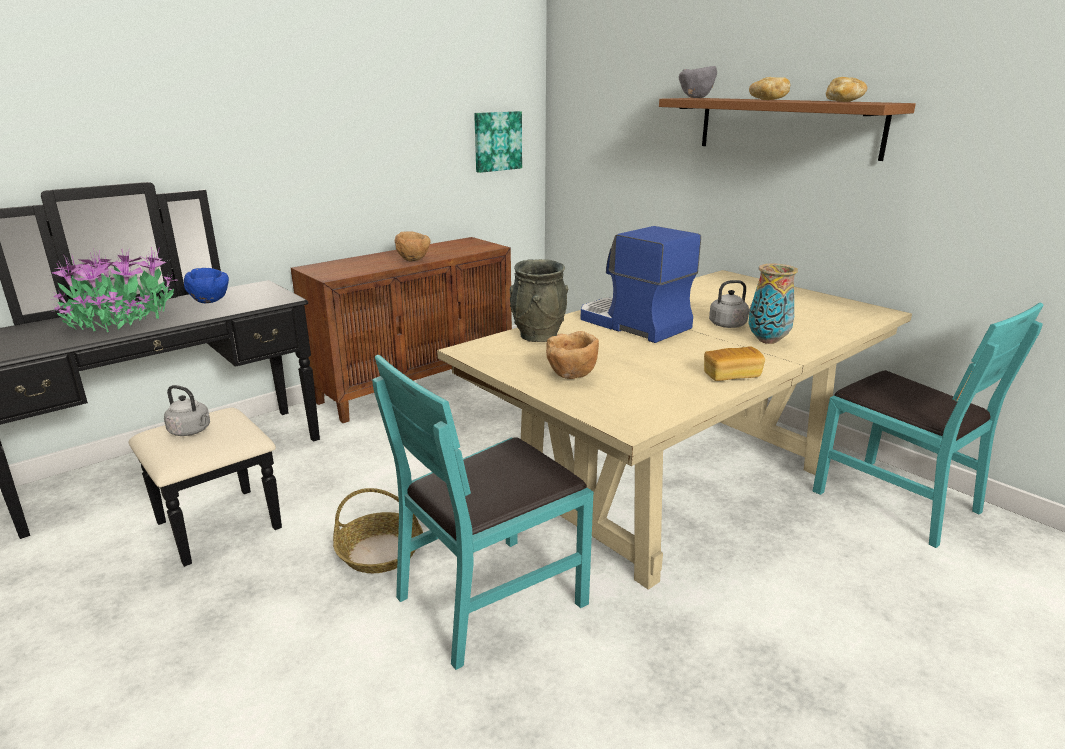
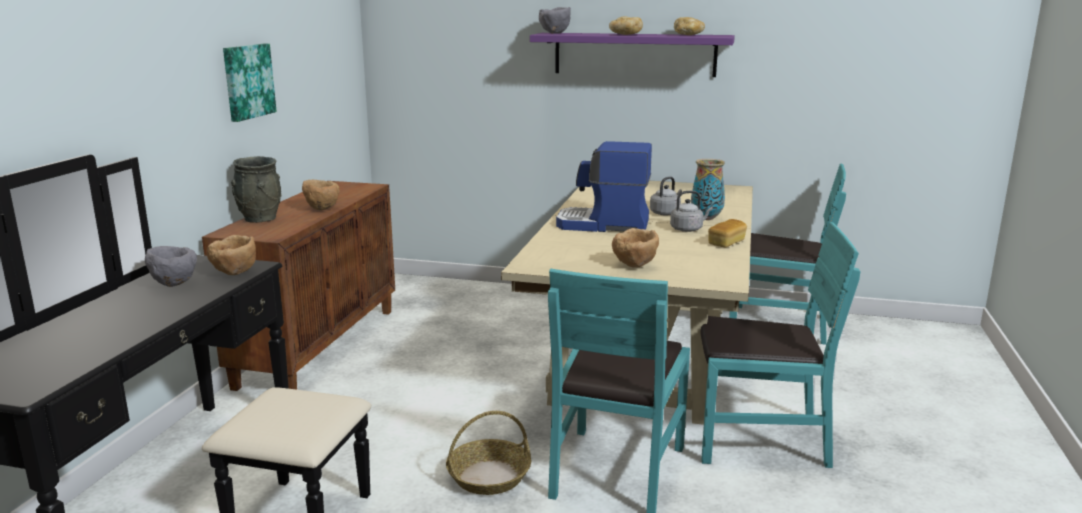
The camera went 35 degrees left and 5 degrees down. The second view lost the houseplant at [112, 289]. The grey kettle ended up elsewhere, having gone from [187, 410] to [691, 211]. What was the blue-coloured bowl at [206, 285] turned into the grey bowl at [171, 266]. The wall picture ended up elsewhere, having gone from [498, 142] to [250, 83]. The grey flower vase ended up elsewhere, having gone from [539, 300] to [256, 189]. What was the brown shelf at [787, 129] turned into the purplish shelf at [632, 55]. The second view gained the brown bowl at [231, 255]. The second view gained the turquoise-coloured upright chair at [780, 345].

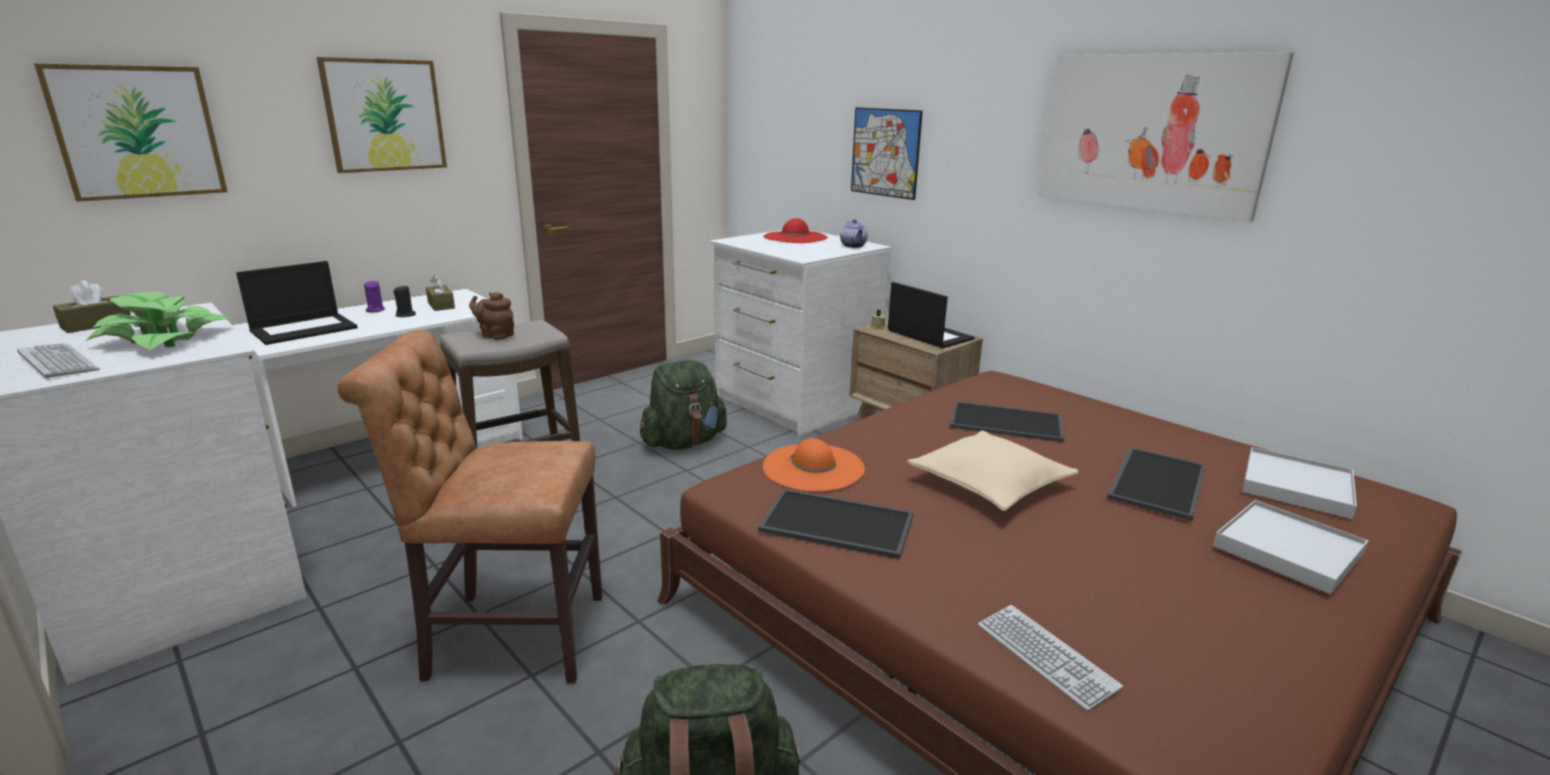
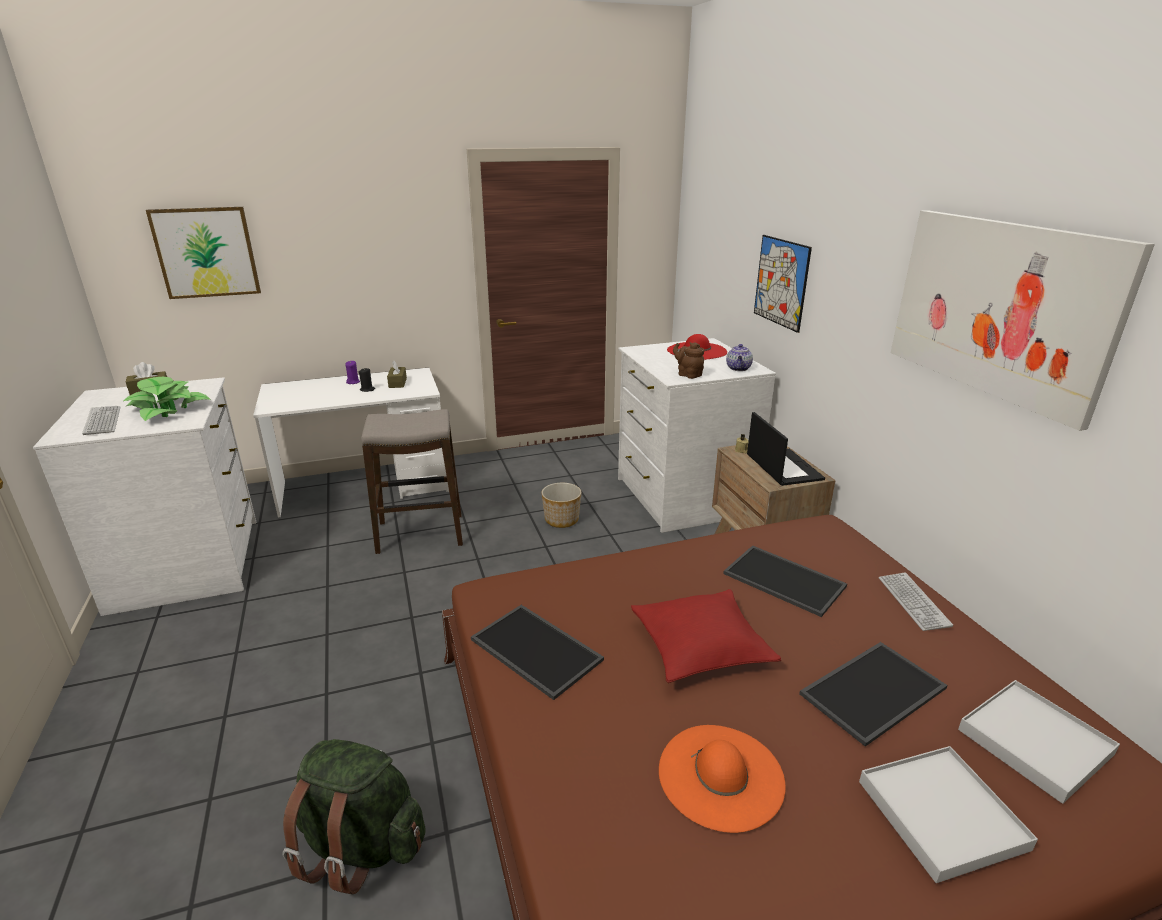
The camera went 25 degrees right and 5 degrees up. The second view lost the notebook computer at [297, 303]. The second view lost the wall picture at [382, 115]. The second view lost the brown upright chair at [470, 506]. The brown pot for tea ended up elsewhere, having gone from [491, 316] to [688, 360]. Where the green knapsack stood at [683, 405], the flower pot came to stand at [561, 505]. The orangey clothing hat ended up elsewhere, having gone from [814, 465] to [722, 779]. What was the beige pillow at [993, 470] turned into the red pillow at [706, 636]. The PC keyboard ended up elsewhere, having gone from [1050, 658] to [916, 602].

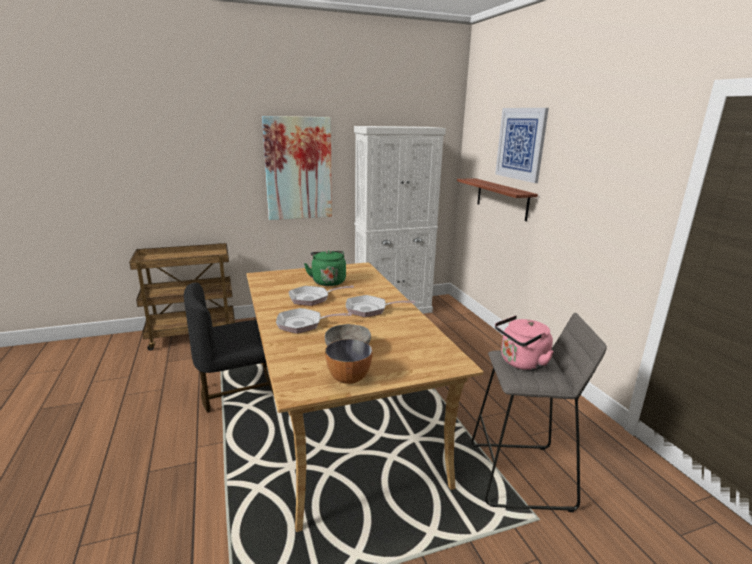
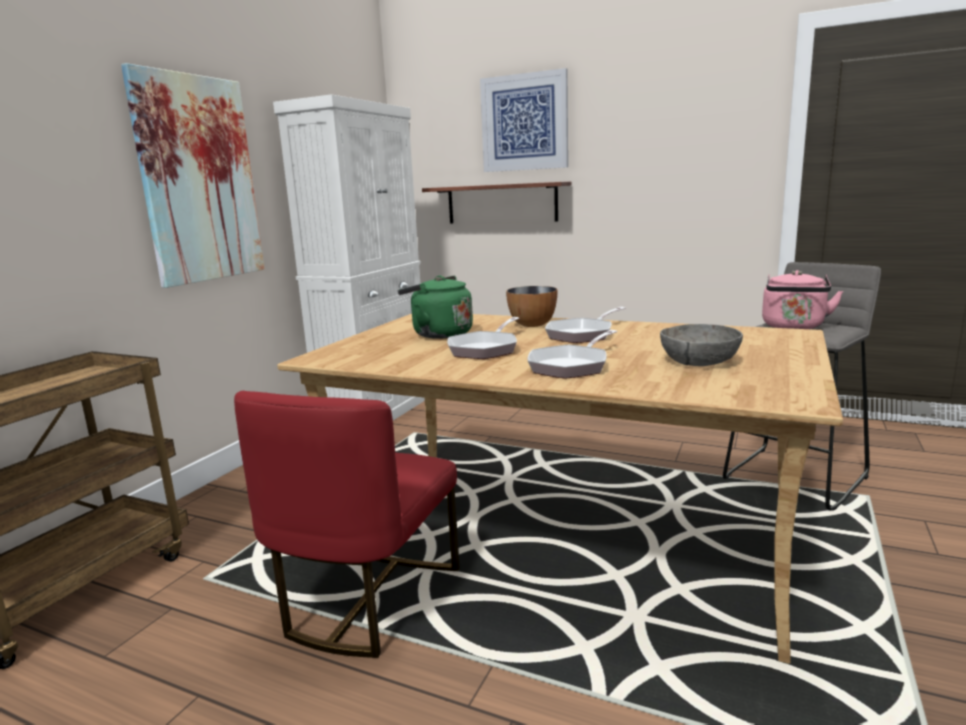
The camera went 45 degrees left and 5 degrees down. What was the blackish upright chair at [229, 347] turned into the red upright chair at [346, 524]. The bowl ended up elsewhere, having gone from [349, 361] to [532, 306].

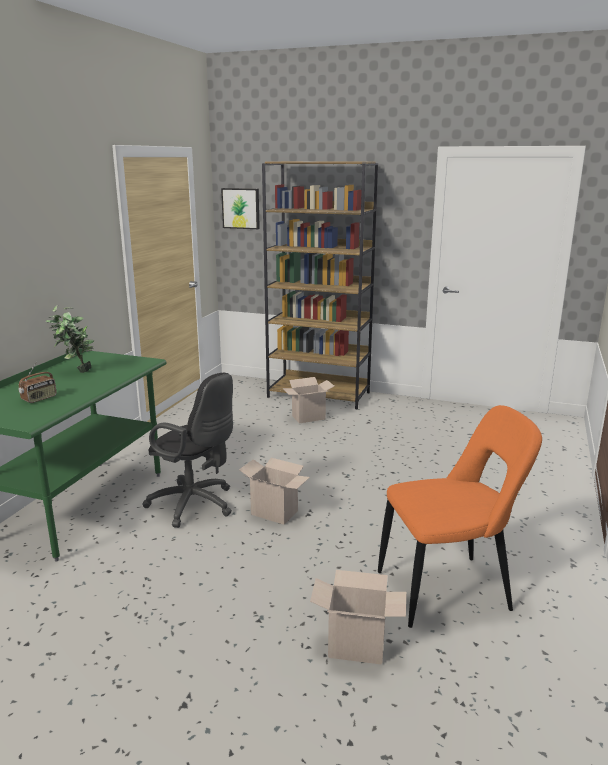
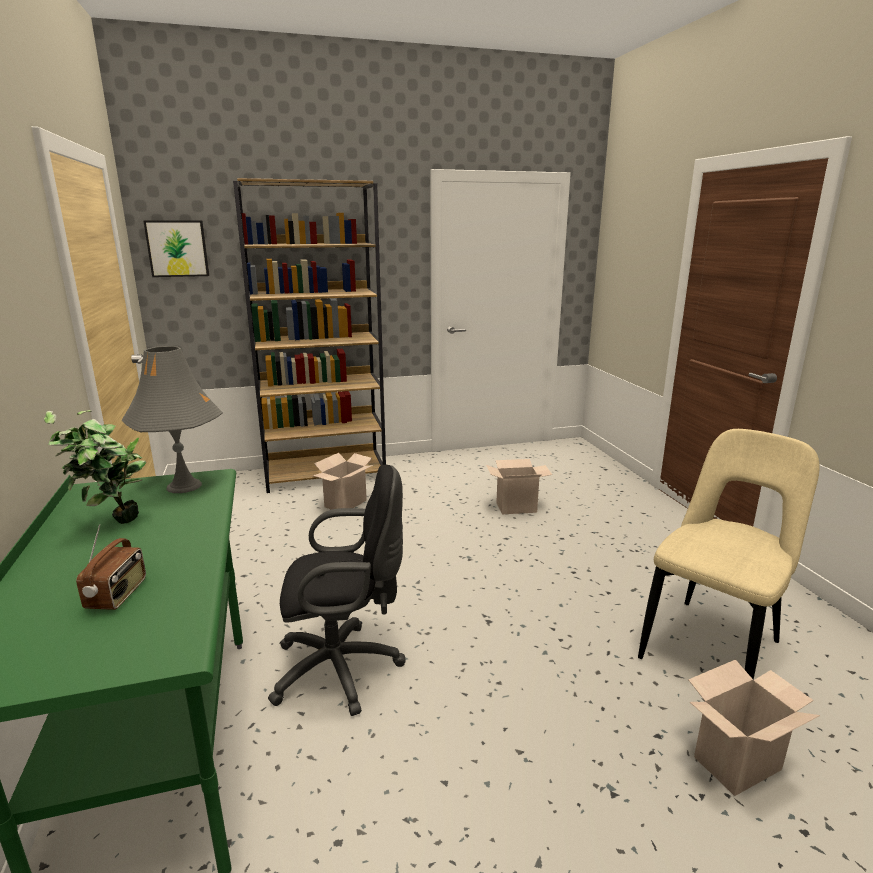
The camera went 35 degrees left and 0 degrees up. The packing box ended up elsewhere, having gone from [274, 491] to [519, 486]. What was the orangey upright chair at [460, 516] turned into the beige upright chair at [728, 554]. The second view gained the grey table lamp at [172, 419].

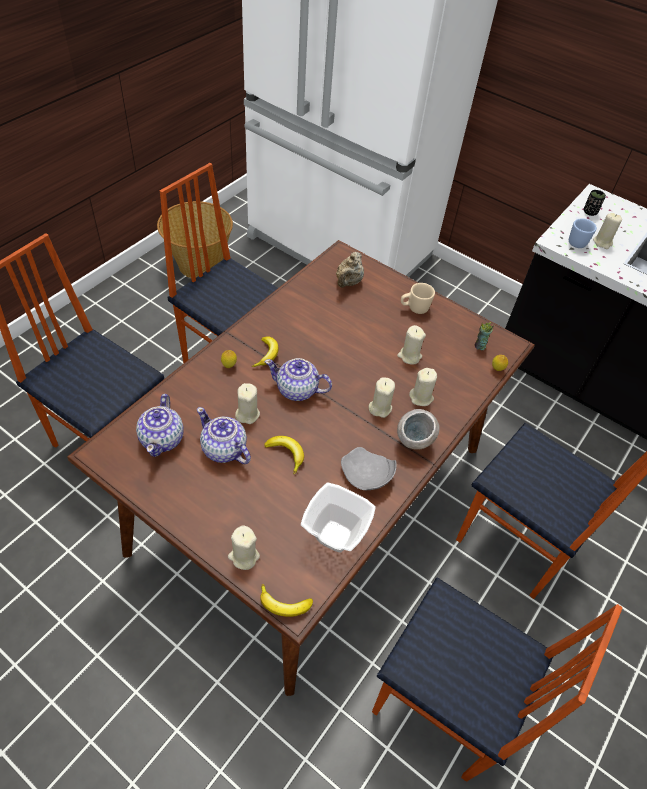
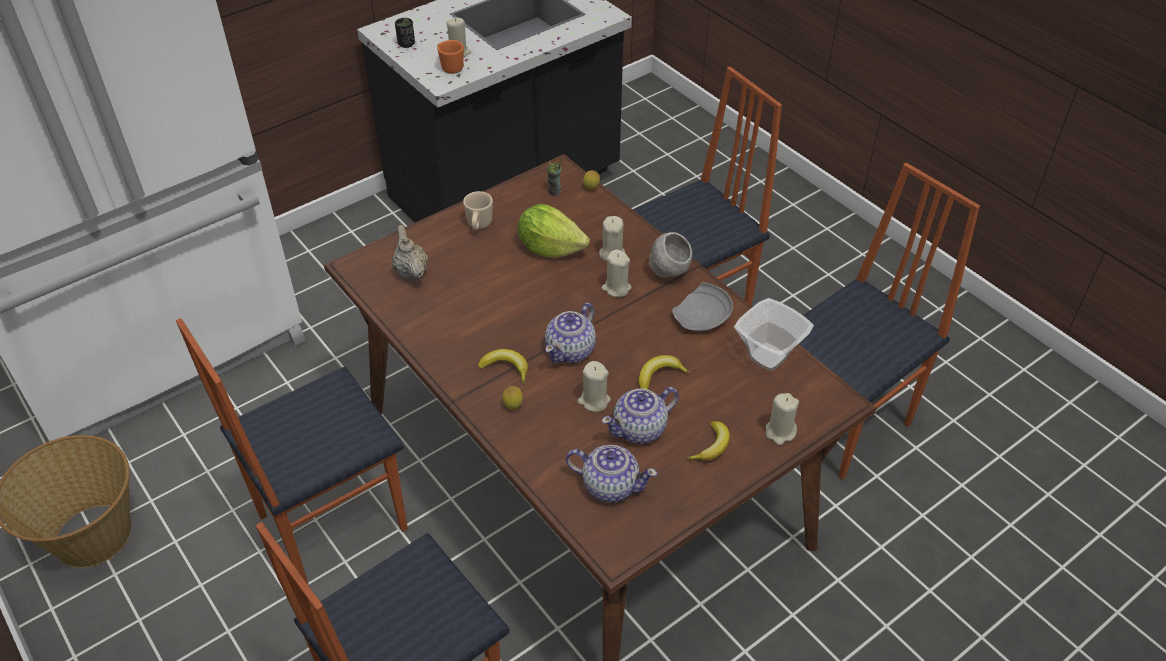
The camera went 70 degrees left and 5 degrees down. The banana fruit ended up elsewhere, having gone from [286, 600] to [708, 441]. The beige pot for tea at [350, 270] ended up facing another way, 150 degrees counterclockwise from before. Where the beige wax candle stood at [411, 345], the head of lettuce came to stand at [554, 231]. What was the blue-coloured mug at [583, 233] turned into the orangey mug at [450, 57].

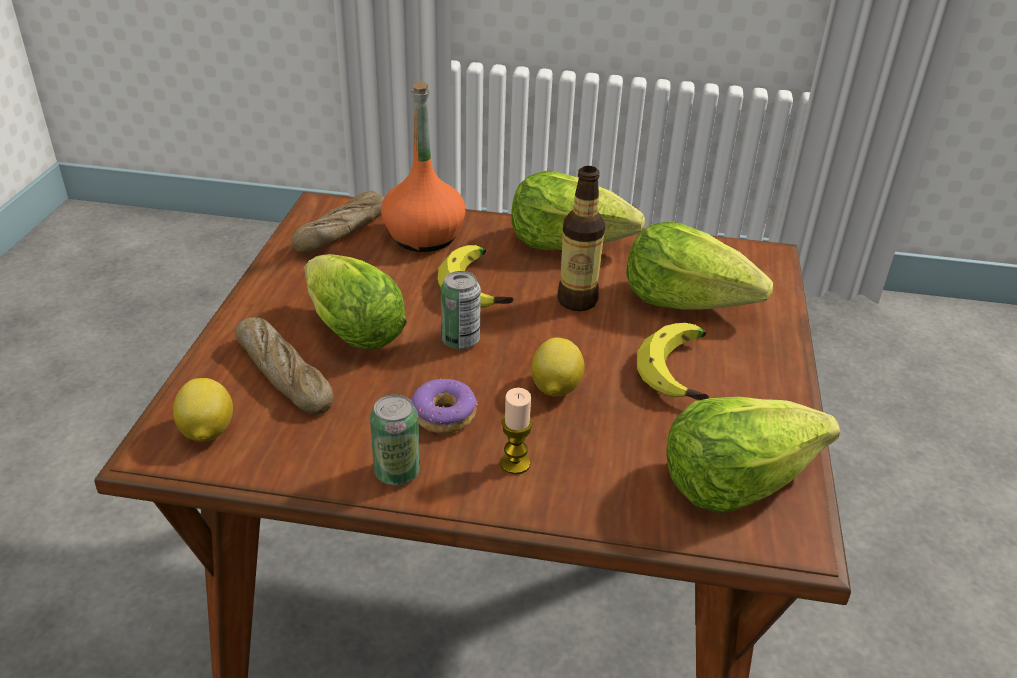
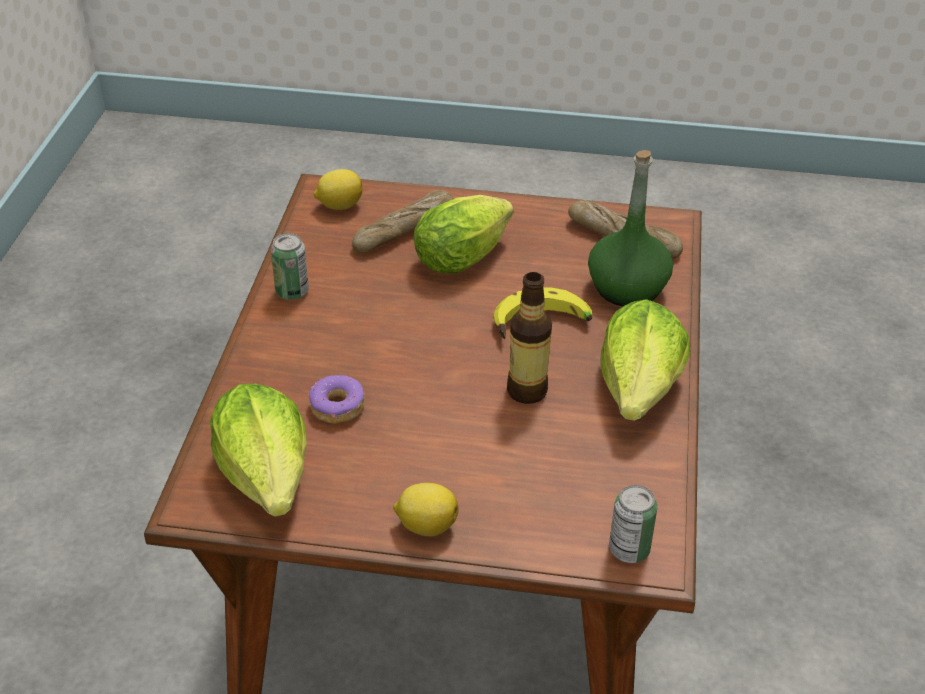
The camera went 90 degrees right and 5 degrees up. What was the orangey drink bottle at [423, 167] turned into the green drink bottle at [630, 228]. The doughnut ended up elsewhere, having gone from [445, 405] to [337, 399]. The sealed can ended up elsewhere, having gone from [461, 310] to [633, 524]. The second view lost the wax candle at [516, 431]. The citrus fruit ended up elsewhere, having gone from [558, 367] to [426, 509]. The second view lost the head of lettuce at [699, 265]. The second view lost the banana fruit at [673, 361].

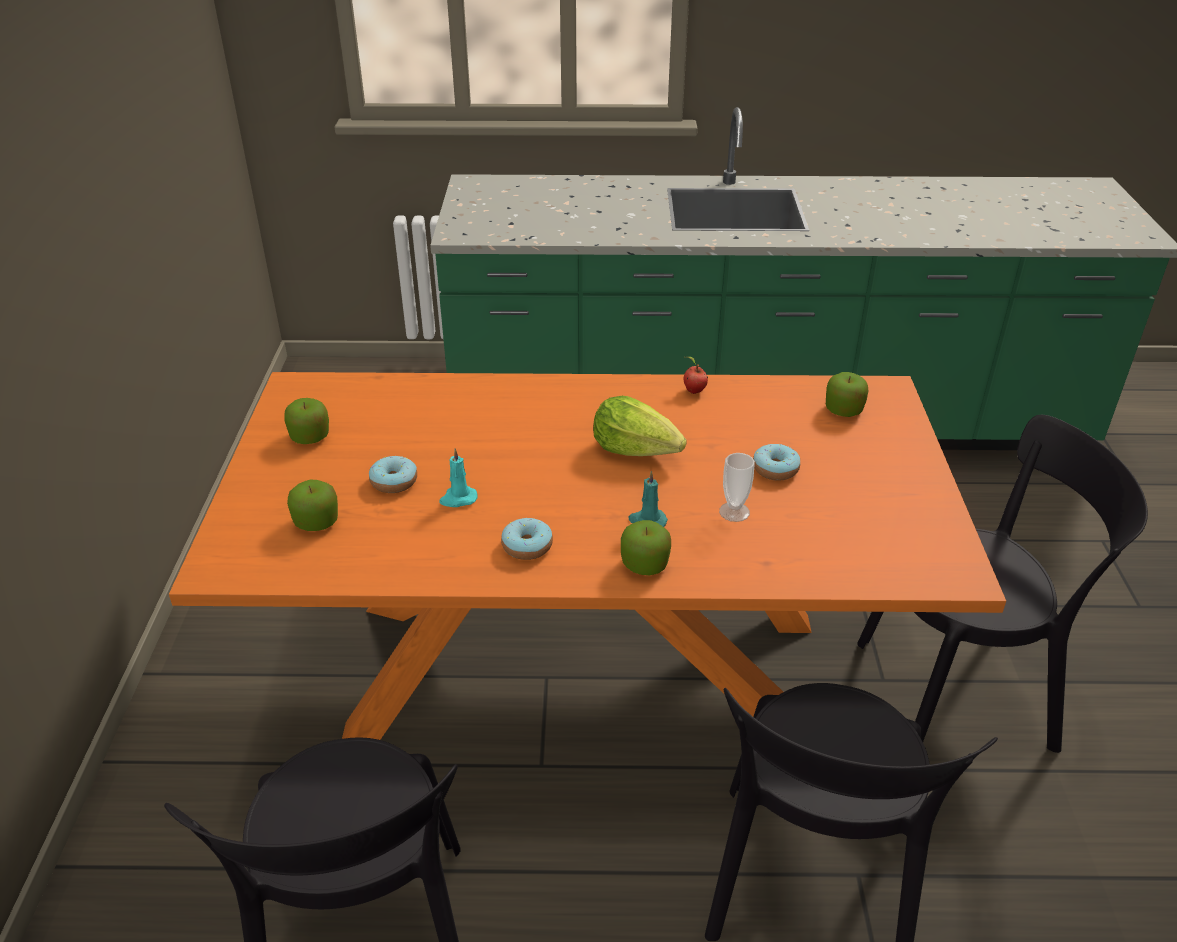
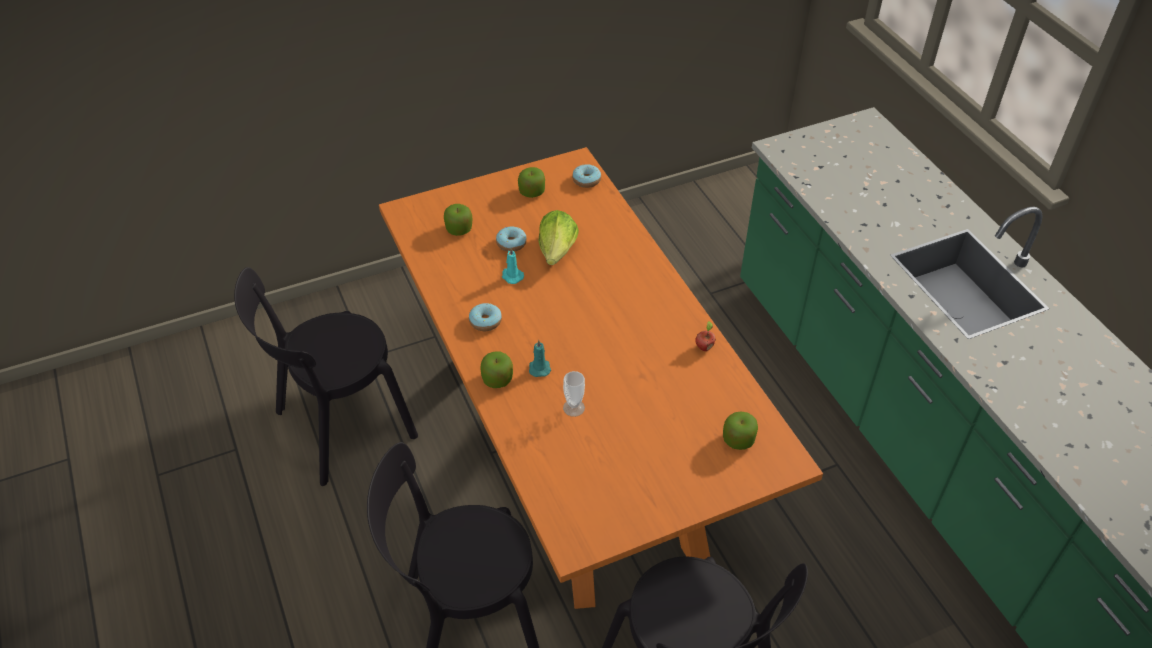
The camera went 65 degrees right and 10 degrees up. The head of lettuce ended up elsewhere, having gone from [640, 426] to [559, 237]. The doughnut ended up elsewhere, having gone from [776, 462] to [586, 176].

